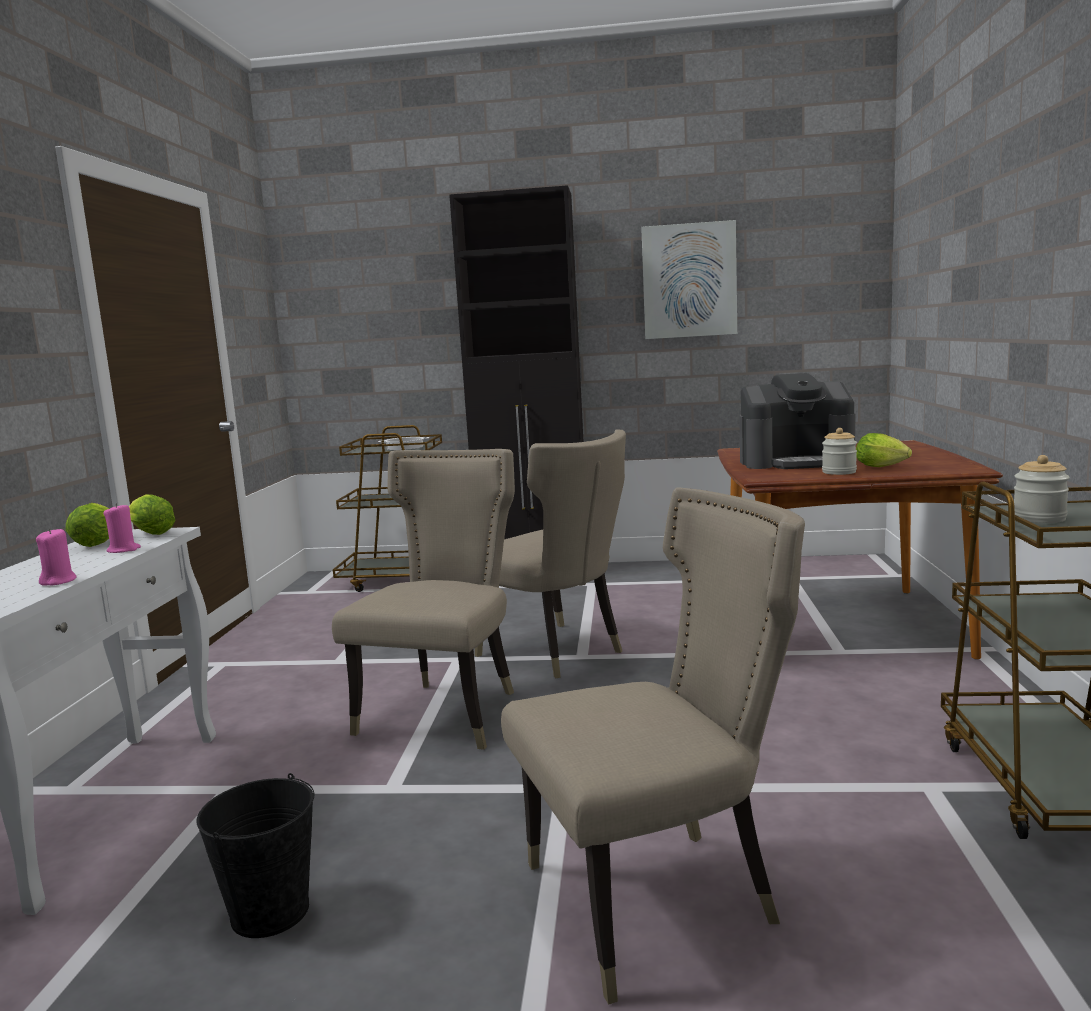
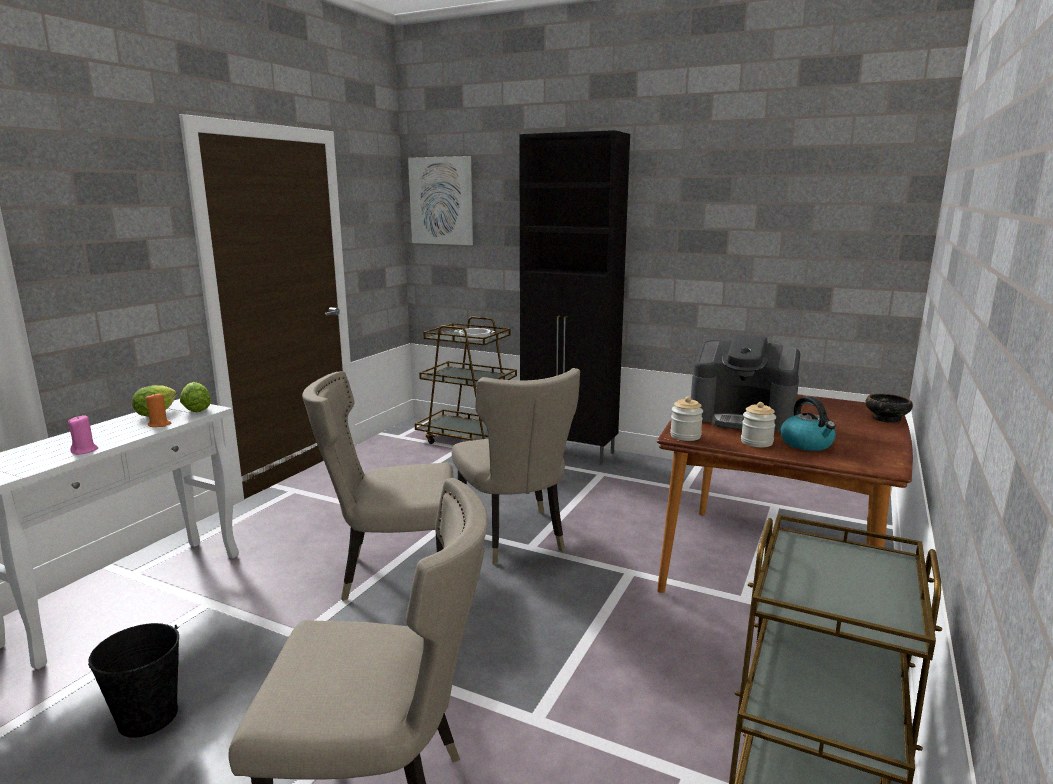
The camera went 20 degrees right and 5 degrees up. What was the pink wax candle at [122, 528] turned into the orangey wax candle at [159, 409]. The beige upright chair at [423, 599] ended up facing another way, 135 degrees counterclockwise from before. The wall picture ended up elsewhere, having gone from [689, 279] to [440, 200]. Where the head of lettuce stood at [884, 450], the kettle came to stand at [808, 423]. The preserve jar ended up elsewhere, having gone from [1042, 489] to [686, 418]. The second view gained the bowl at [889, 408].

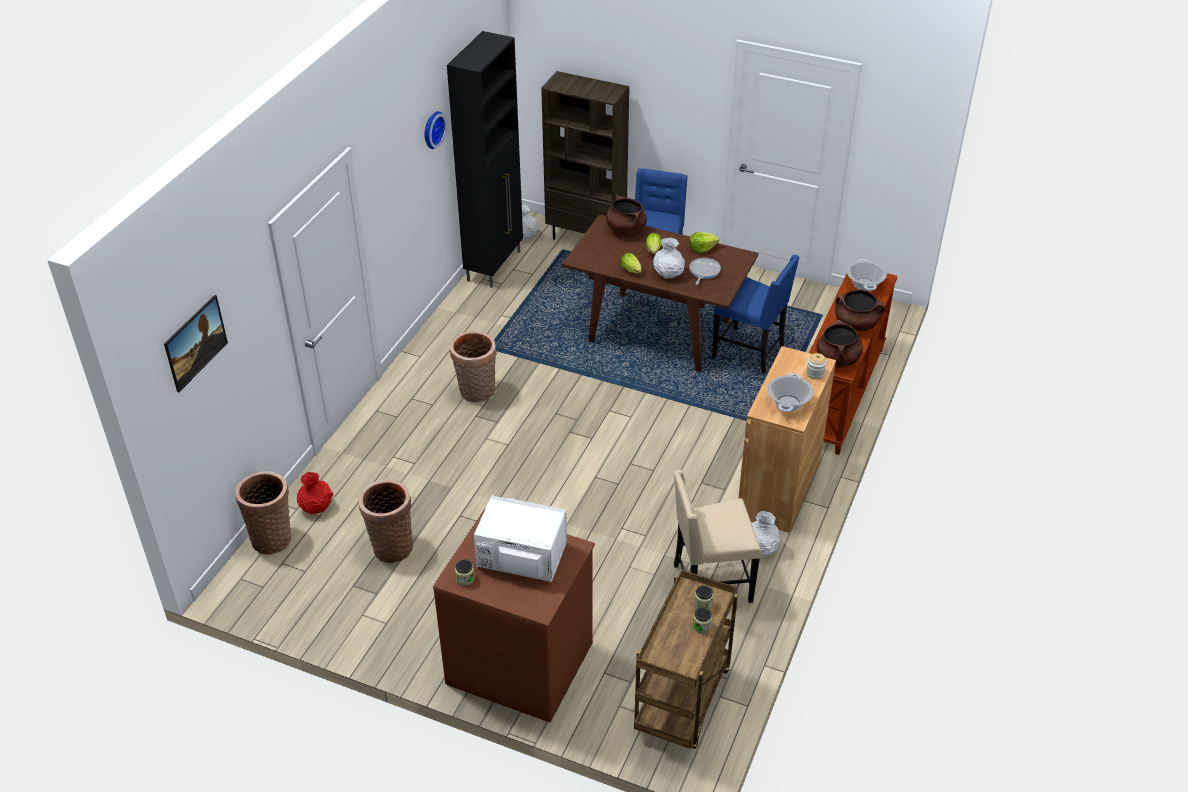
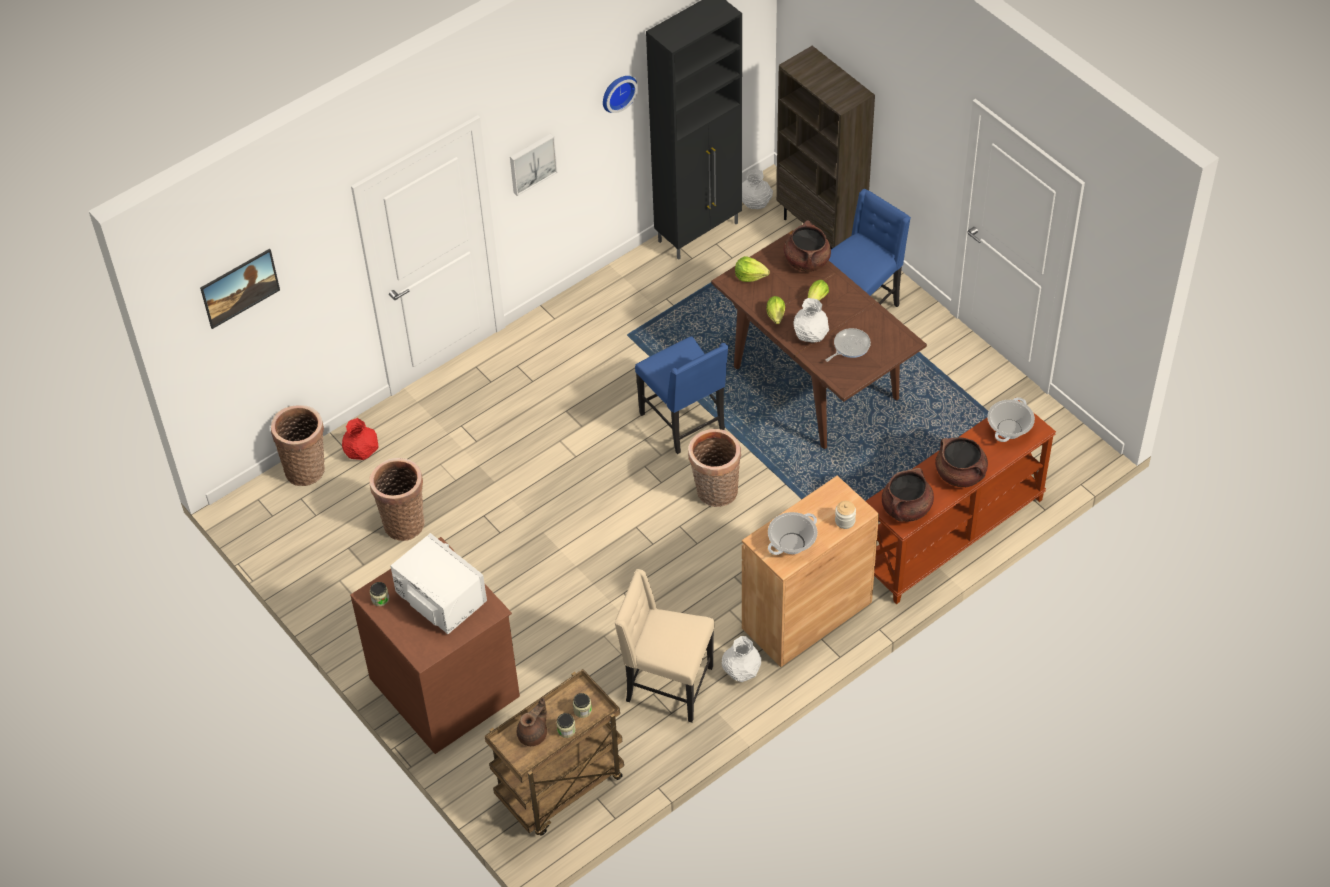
The camera went 30 degrees right and 10 degrees up. The storage basket ended up elsewhere, having gone from [473, 366] to [714, 468]. The head of lettuce ended up elsewhere, having gone from [704, 242] to [752, 269]. The blue-coloured upright chair ended up elsewhere, having gone from [756, 314] to [681, 395]. The second view gained the wall picture at [533, 164]. The second view gained the brown pot for tea at [532, 721].

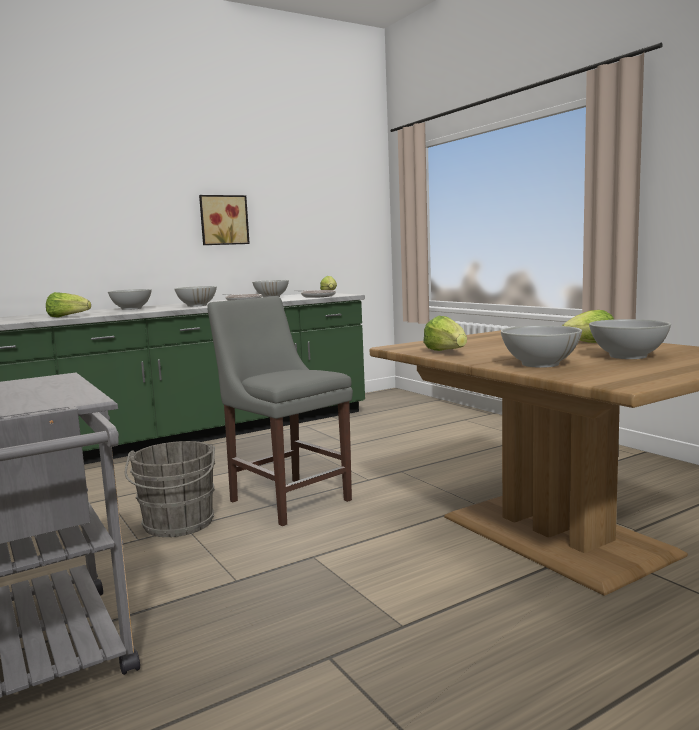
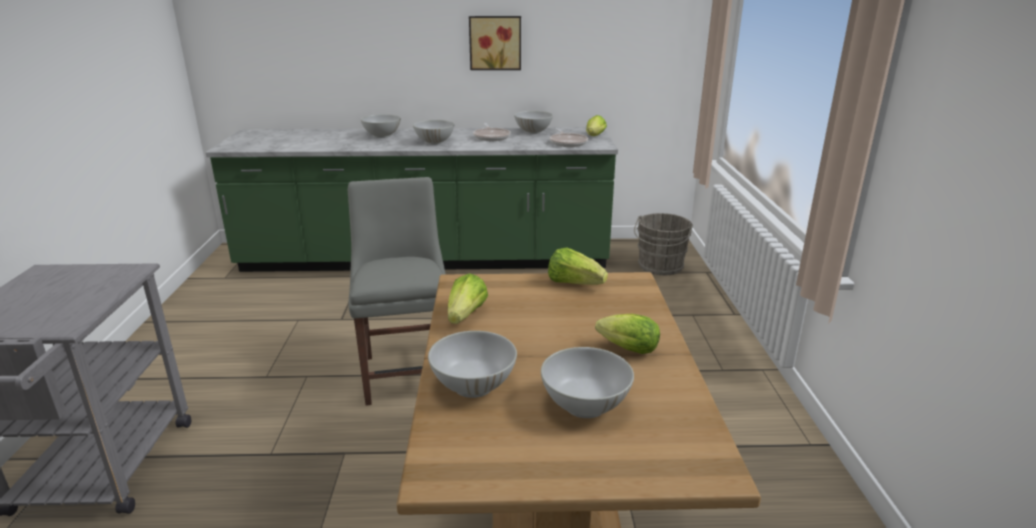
The camera went 30 degrees right and 15 degrees up. The head of lettuce ended up elsewhere, having gone from [68, 304] to [578, 266]. The grey water bucket ended up elsewhere, having gone from [170, 489] to [663, 244].

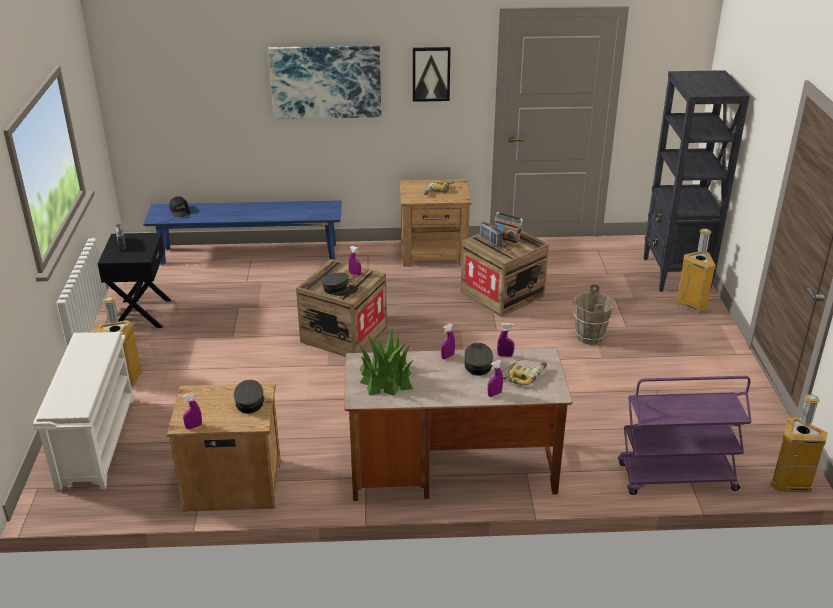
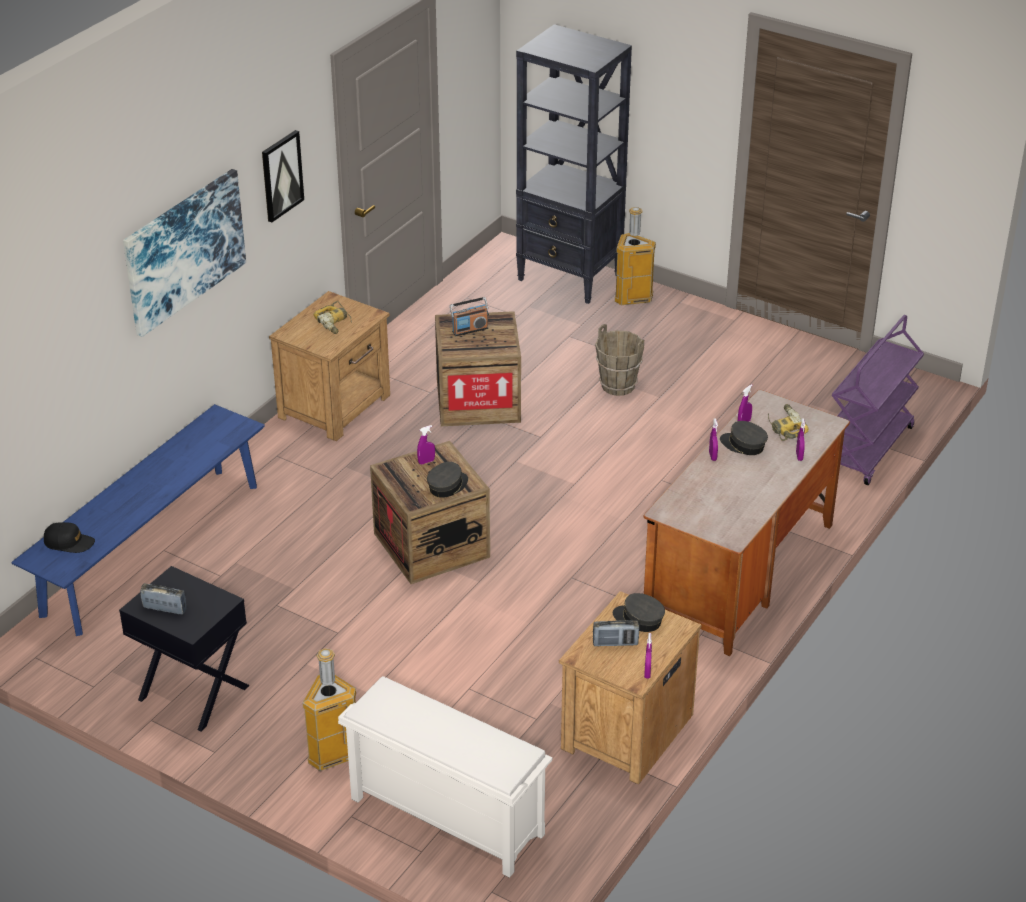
The camera went 55 degrees left and 5 degrees up. The second view lost the houseplant at [386, 362]. The radio set ended up elsewhere, having gone from [491, 234] to [616, 633]. The second view lost the waste bin at [799, 443].

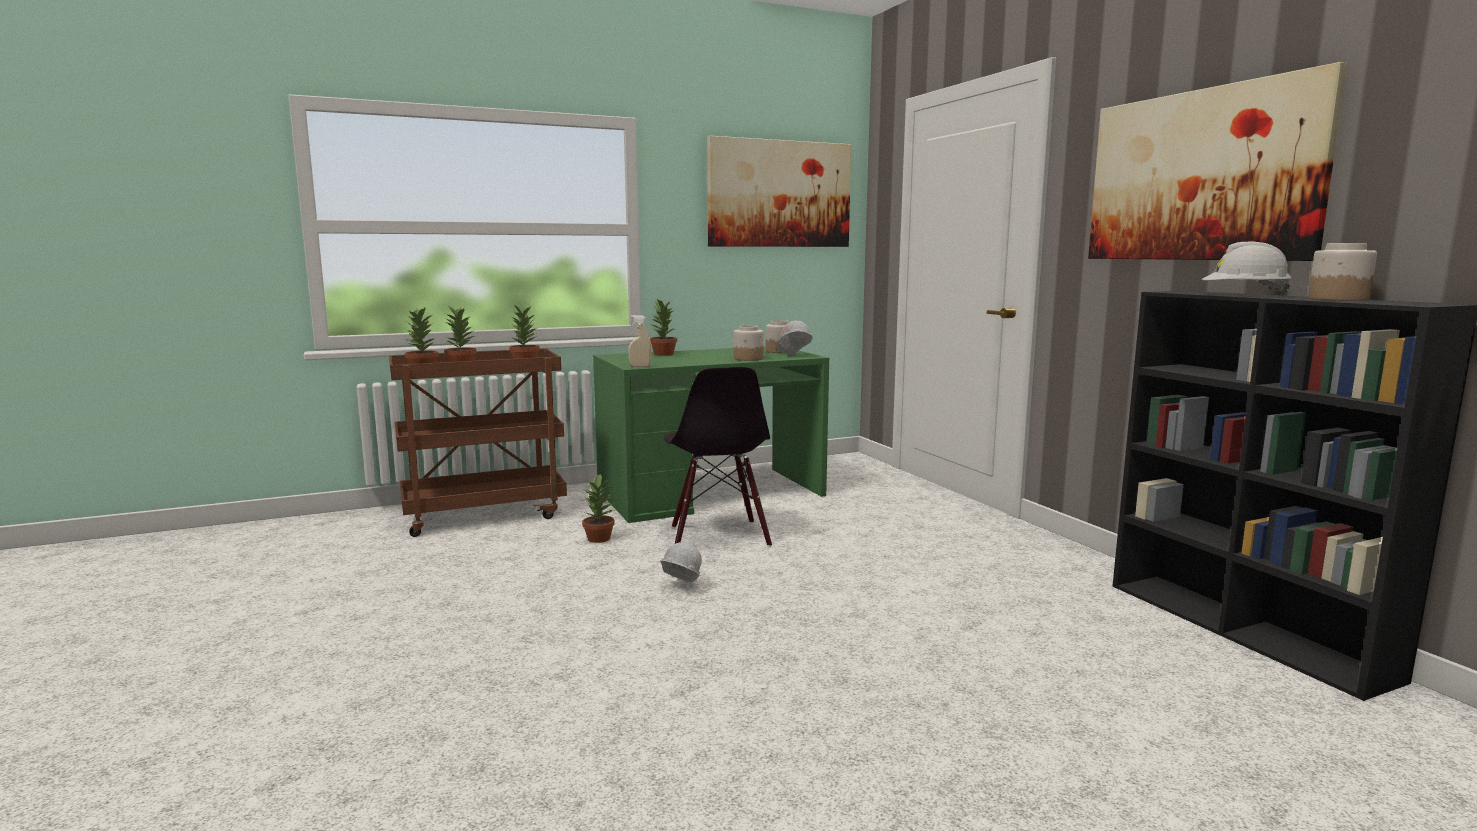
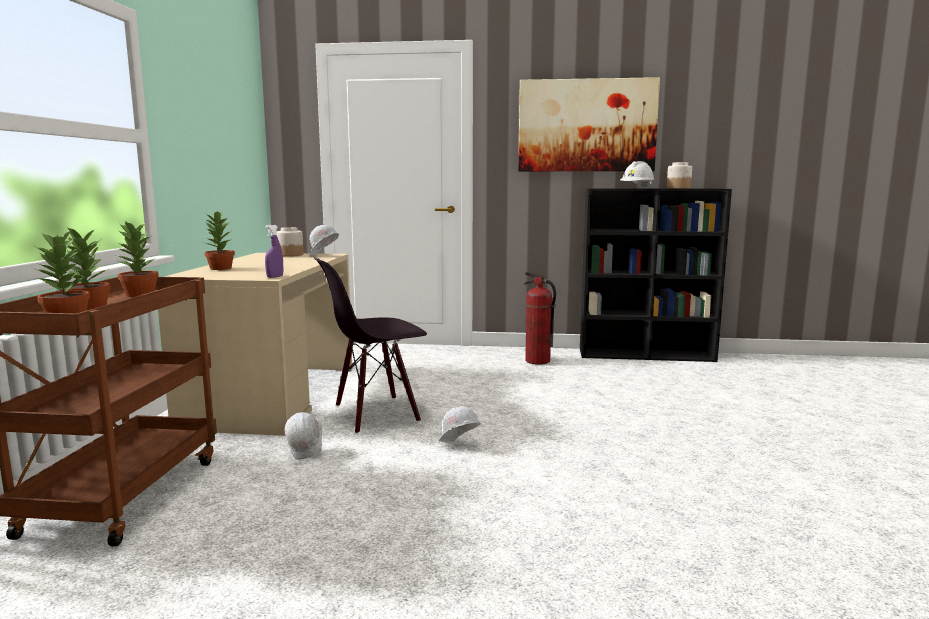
The camera went 60 degrees left and 0 degrees up. Where the houseplant stood at [598, 508], the whitish work helmet came to stand at [303, 436]. What was the green desk at [711, 434] turned into the beige desk at [255, 344]. What was the beige sprayer at [640, 341] turned into the purplish sprayer at [274, 251]. The blackish upright chair at [718, 457] ended up facing another way, 135 degrees clockwise from before. The second view lost the wall picture at [779, 191]. The second view lost the preserve jar at [749, 343]. The second view gained the fire extinguisher at [540, 318].

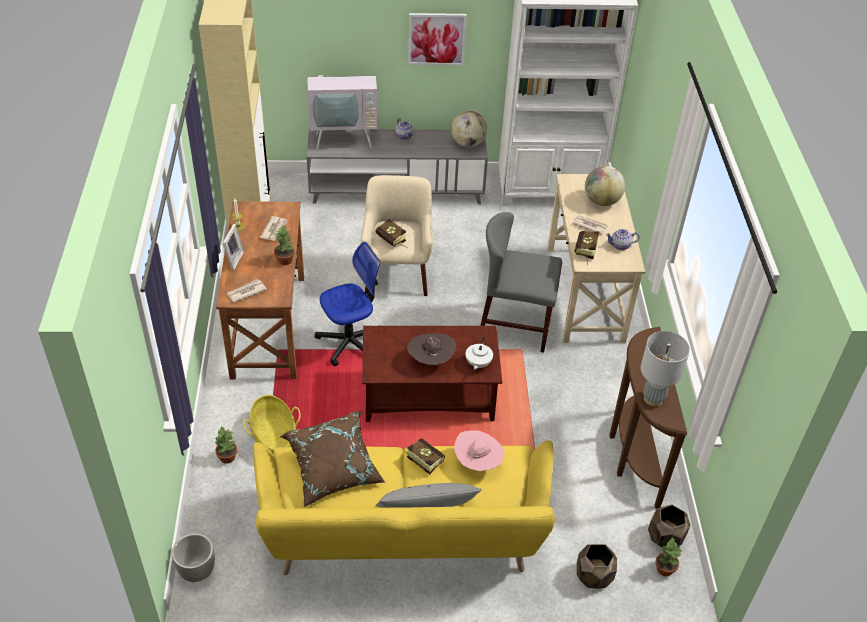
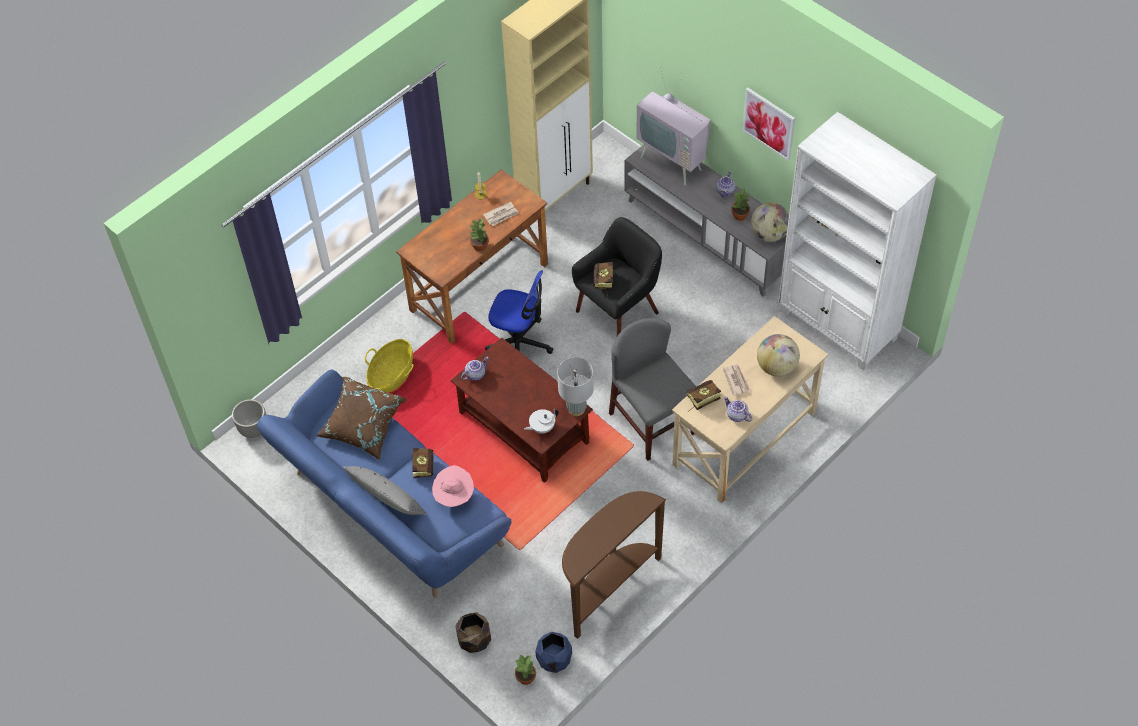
The camera went 50 degrees right and 10 degrees up. The houseplant ended up elsewhere, having gone from [225, 445] to [740, 204]. The second view lost the picture frame at [233, 247]. The second view lost the daily paper at [246, 291]. What was the yellow settee at [404, 507] turned into the blue-coloured settee at [384, 484]. What was the beige easy chair at [397, 235] turned into the blackish easy chair at [617, 276]. The second view lost the brown clothing hat at [431, 349]. The grey table lamp ended up elsewhere, having gone from [665, 368] to [575, 386]. What was the brown flower pot at [669, 526] turned into the blue-coloured flower pot at [553, 652]. The second view gained the pot for tea at [475, 369].

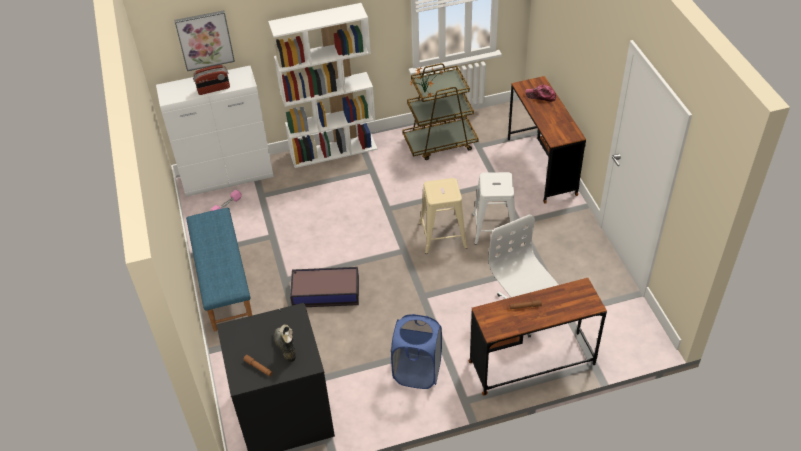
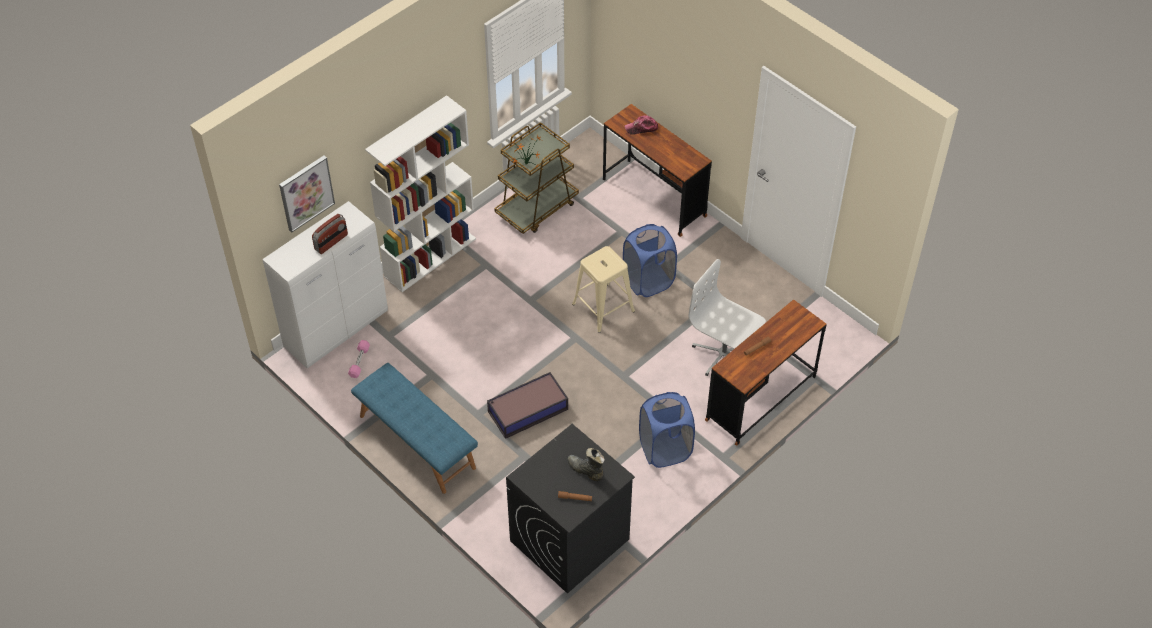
The camera went 30 degrees left and 5 degrees up. Where the whitish stool seat stood at [494, 208], the blue-coloured hamper came to stand at [650, 260].

